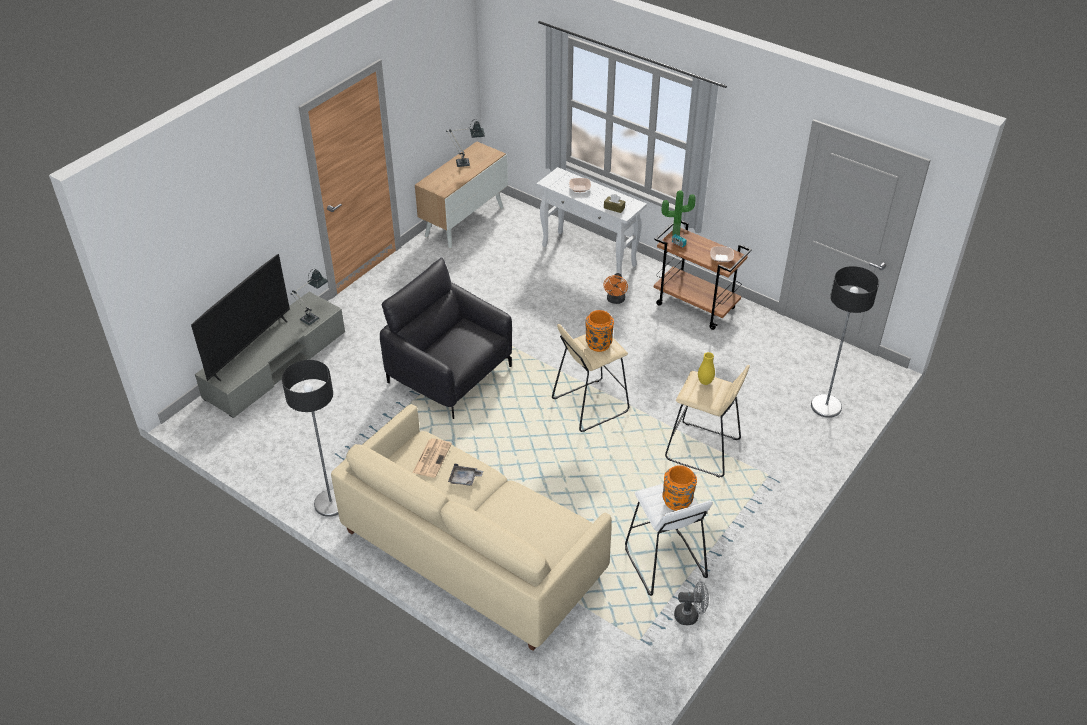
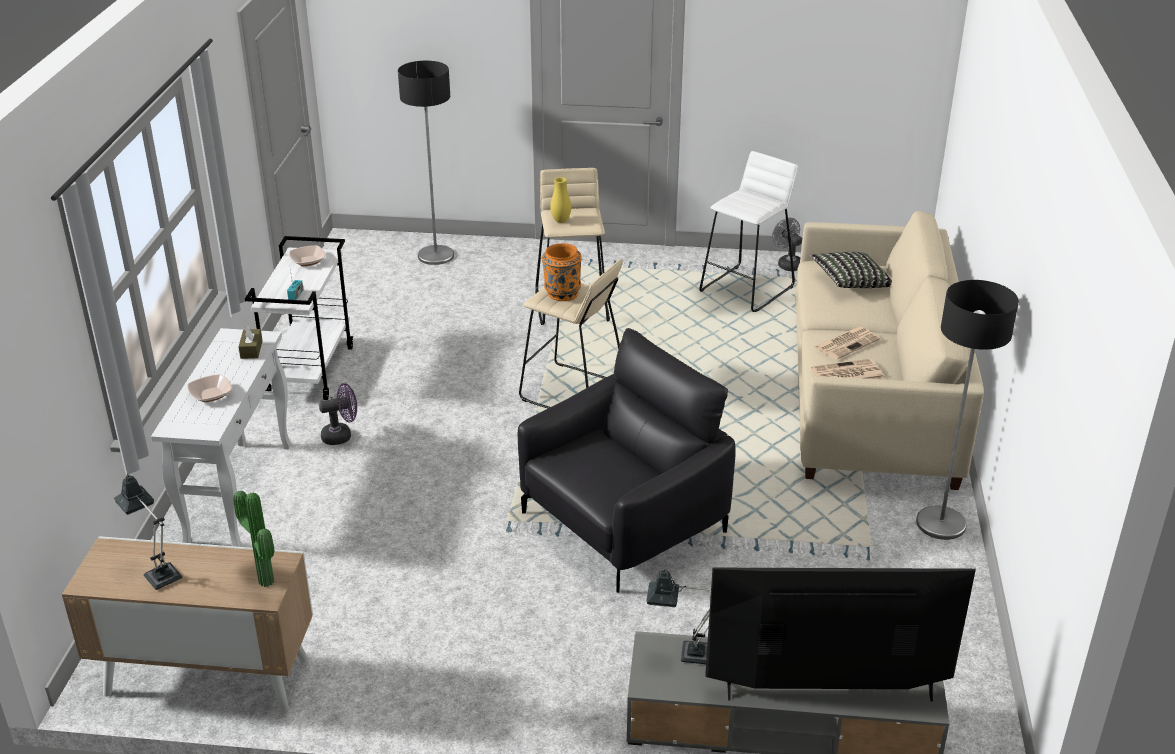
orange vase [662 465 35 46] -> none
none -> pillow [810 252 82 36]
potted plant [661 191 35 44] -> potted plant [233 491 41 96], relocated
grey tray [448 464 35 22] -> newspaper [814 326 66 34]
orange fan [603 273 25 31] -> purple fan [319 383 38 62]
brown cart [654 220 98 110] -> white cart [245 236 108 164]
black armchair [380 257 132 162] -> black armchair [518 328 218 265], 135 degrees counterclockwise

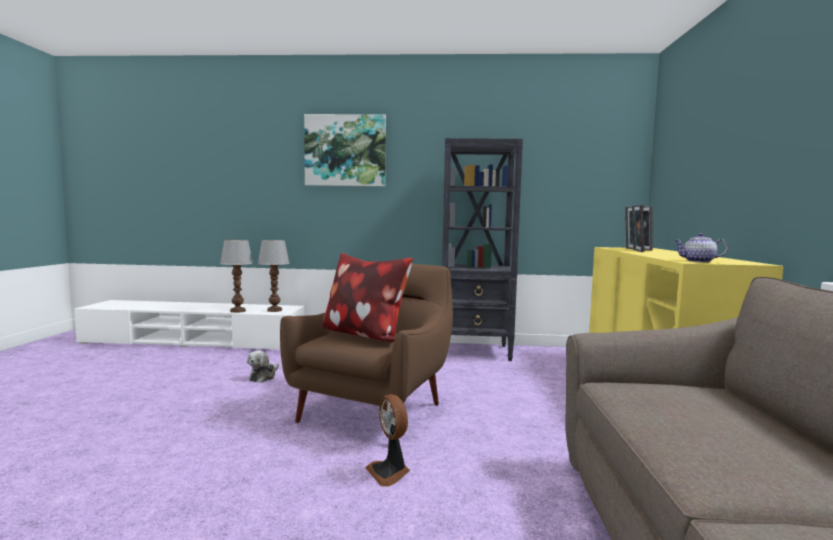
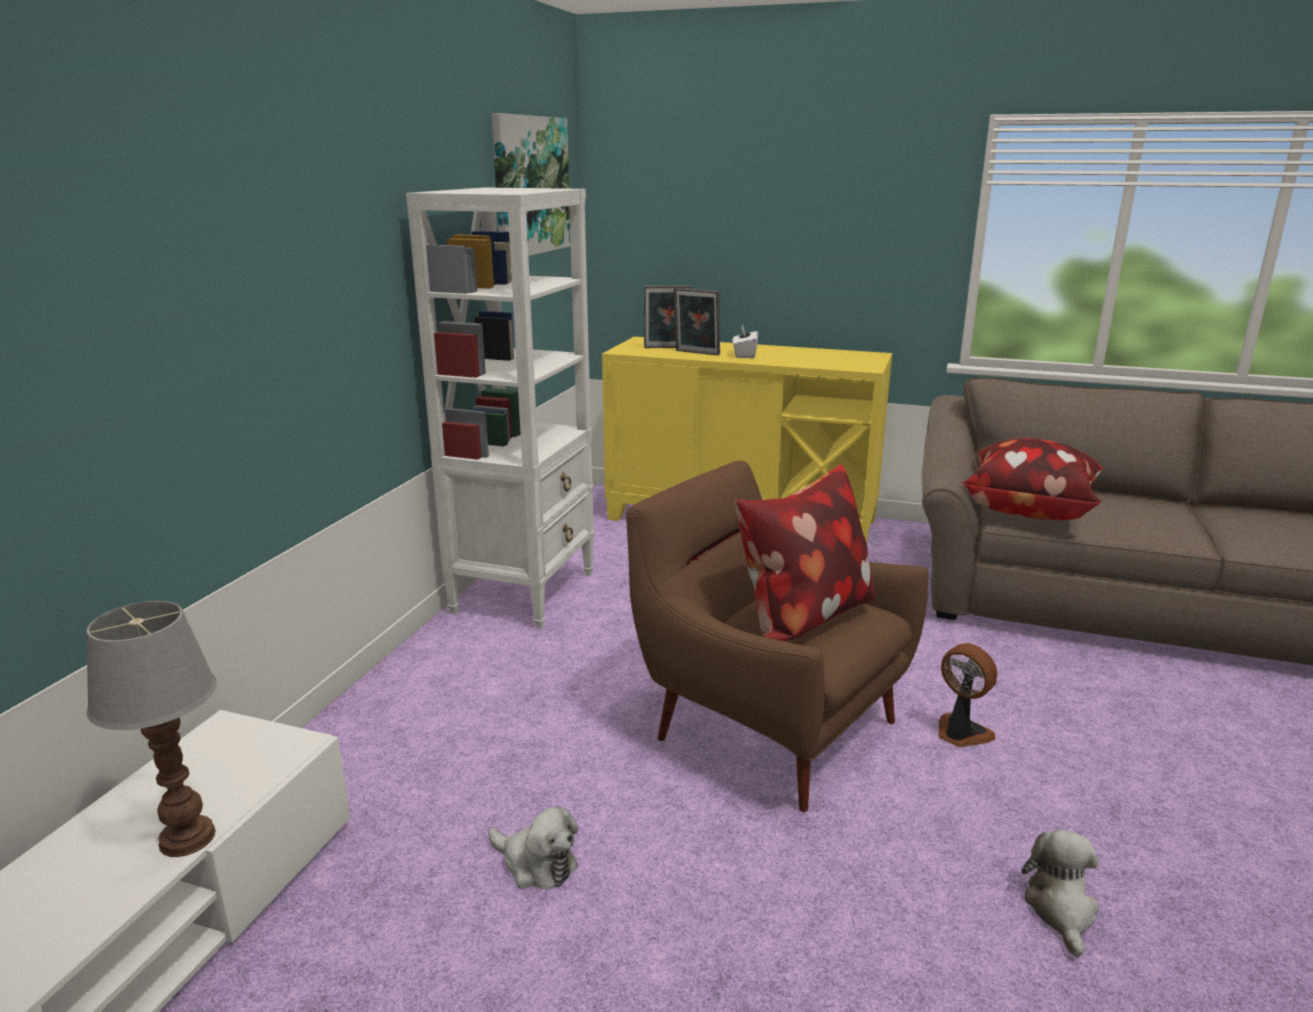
table lamp [258 240 32 72] -> none
teapot [674 233 54 29] -> none
none -> white tissue box [733 325 25 33]
none -> pillow [961 438 142 82]
none -> plush toy [1021 830 78 128]
picture [304 114 82 73] -> picture [491 113 80 143], relocated
black bookcase [442 138 81 223] -> white bookcase [406 187 189 442]
fan [365 394 45 93] -> fan [938 643 59 104], 120 degrees counterclockwise

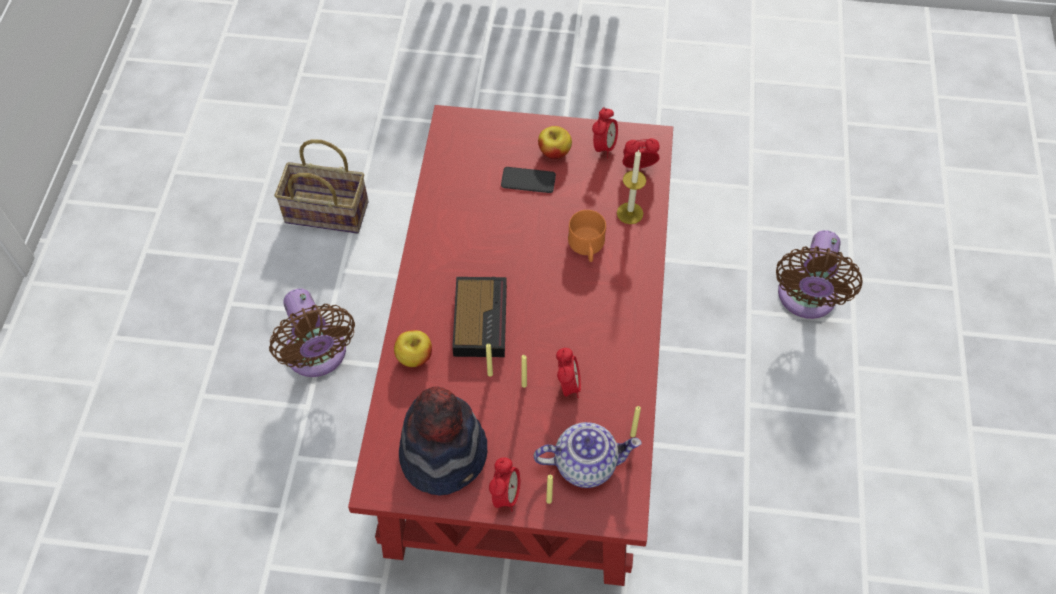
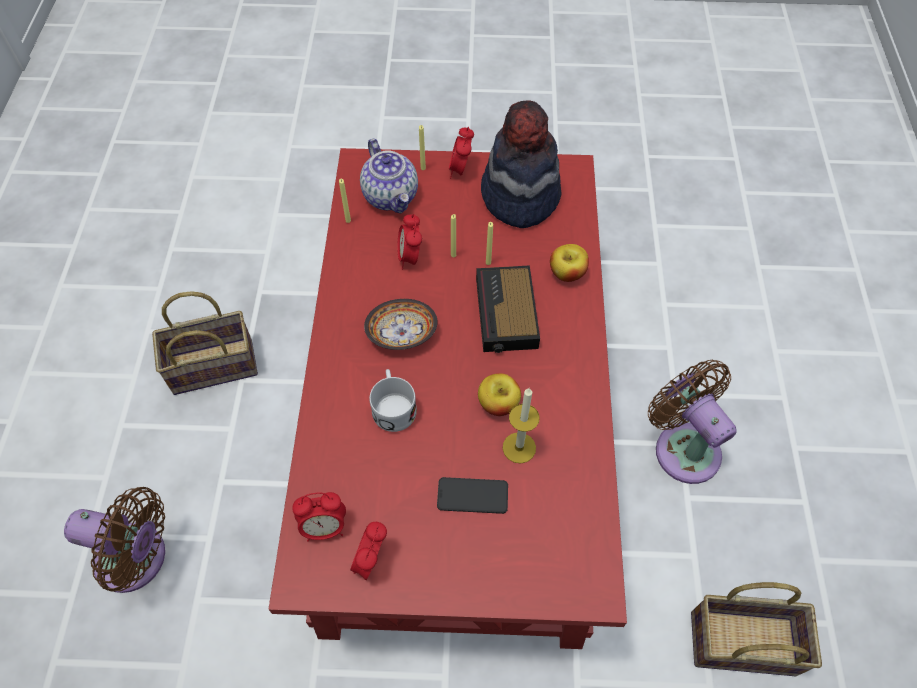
none -> basket [152 291 106 104]
none -> bowl [364 299 74 51]
apple [538 126 34 33] -> apple [478 373 43 43], relocated
candle [617 149 29 75] -> candle [503 388 37 75], relocated
orange mug [568 210 38 52] -> white mug [370 369 47 63]
teapot [534 422 107 66] -> teapot [360 139 58 74], 105 degrees counterclockwise
brown fan [776 230 86 89] -> brown fan [64 487 101 106], 90 degrees clockwise

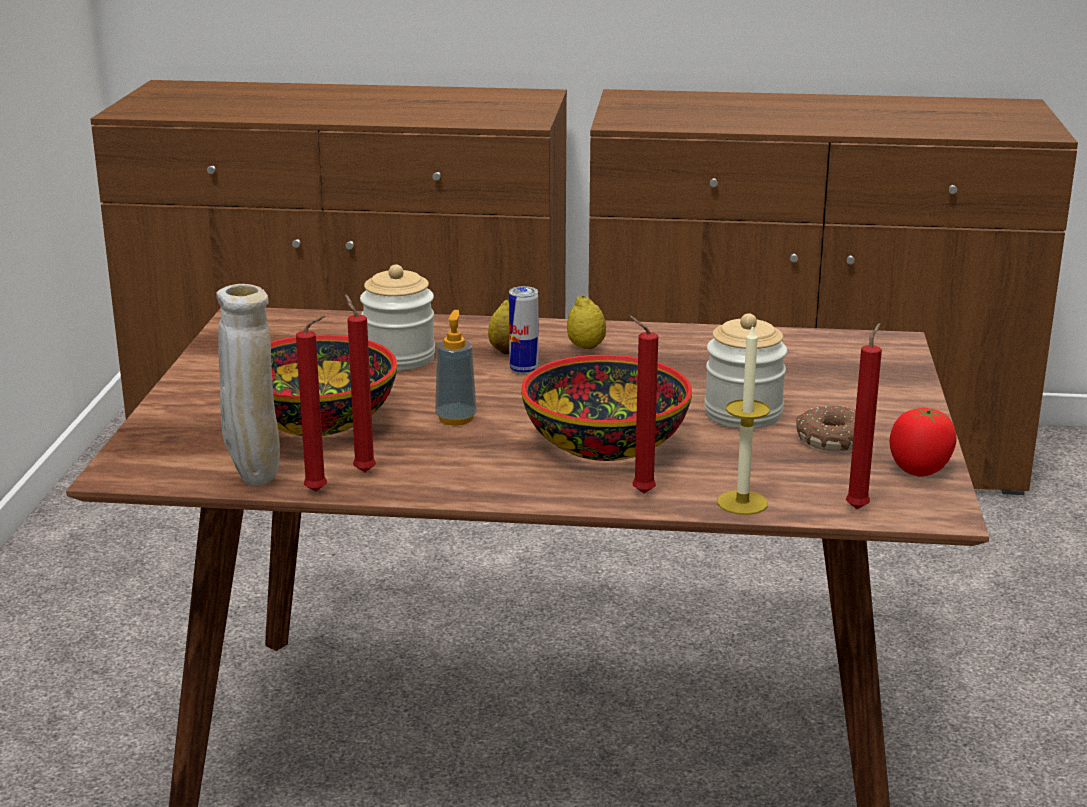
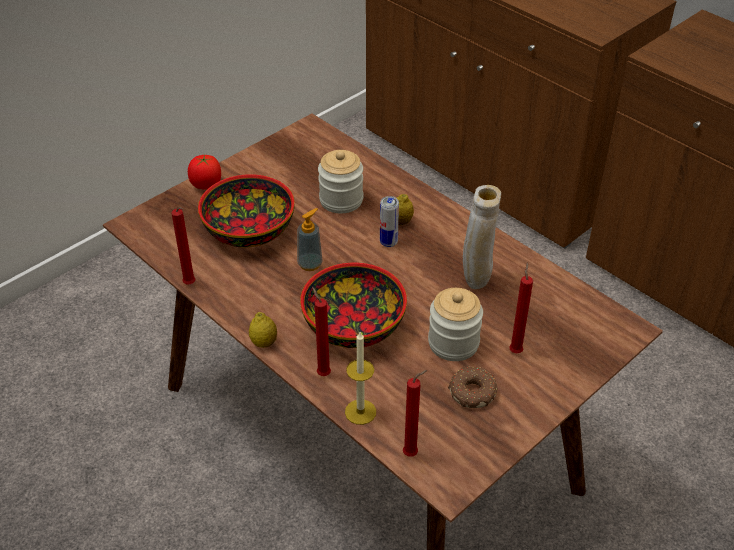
beige vase [216 284 64 202] -> beige vase [463 185 38 104], relocated
red candle [345 294 31 178] -> red candle [509 262 24 91], relocated
lemon [567 296 39 53] -> lemon [249 312 28 36], relocated
tomato [889 408 68 68] -> tomato [188 155 33 34], relocated

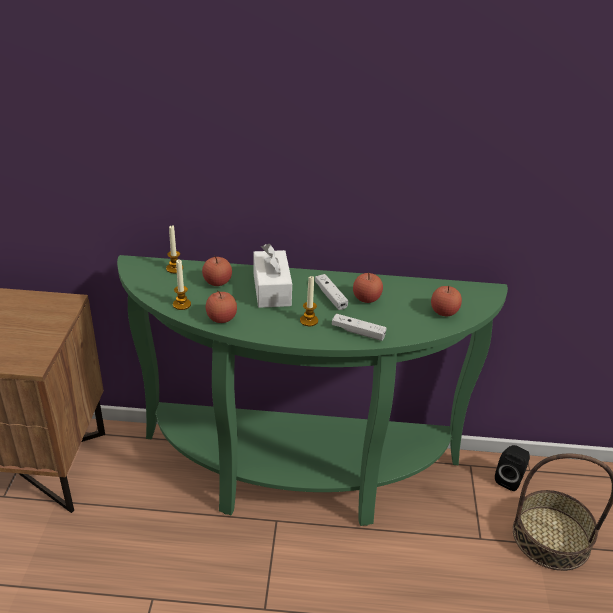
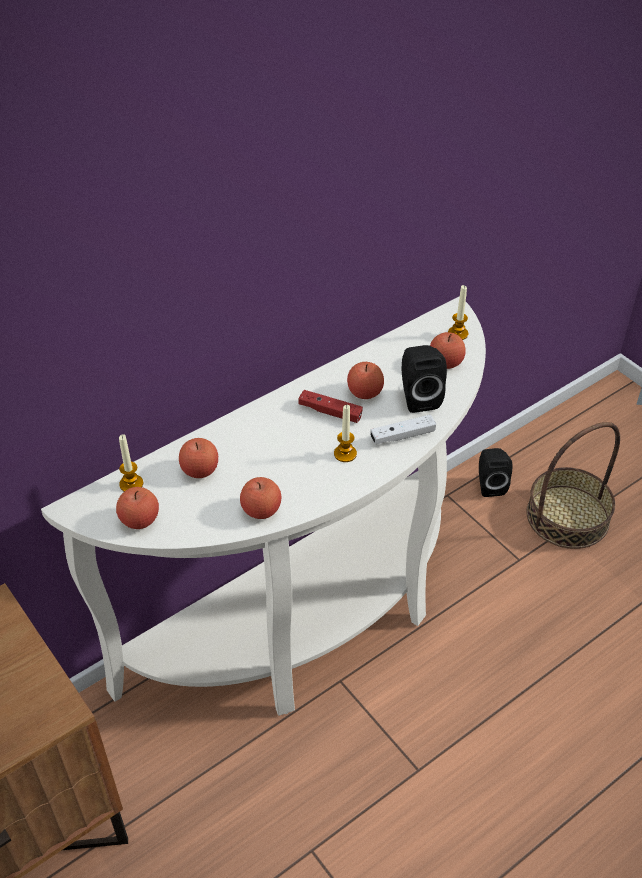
white tissue box [253 244 39 64] -> none
none -> apple [116 487 43 42]
none -> black speaker [402 345 45 68]
candle [173 259 18 51] -> candle [448 285 20 55], relocated
green console table [117 255 391 271] -> white console table [41 296 445 420]
white game controller [315 274 33 36] -> red game controller [298 390 65 33]

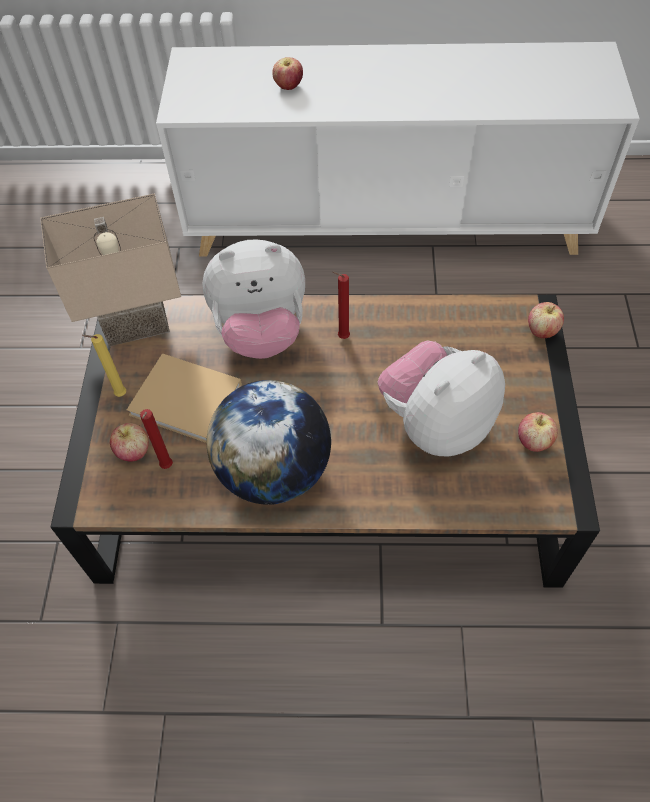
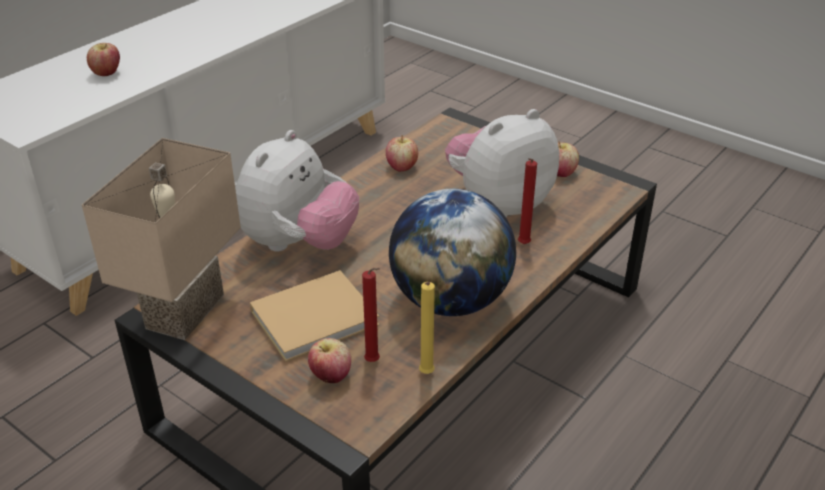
yellow candle [82 334 44 63] -> yellow candle [419 282 16 92], relocated
red candle [332 272 18 67] -> red candle [518 158 19 86], relocated
apple [528 302 36 36] -> apple [386 135 32 36], relocated
plush toy [378 341 127 116] -> plush toy [445 109 114 108], 60 degrees clockwise

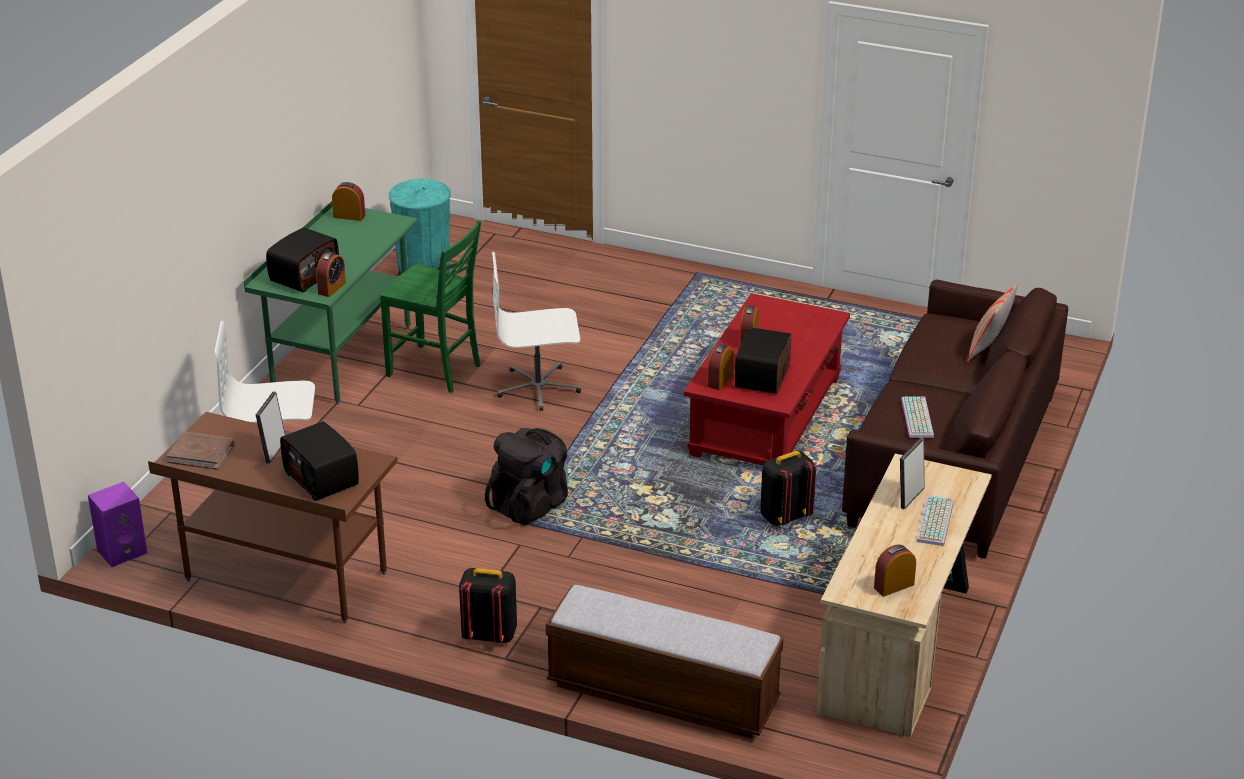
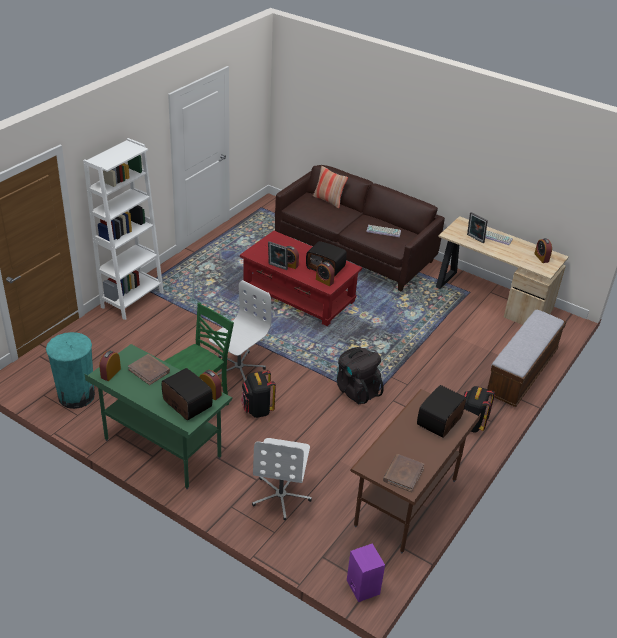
none -> white bookcase [83 138 81 182]
none -> brown book [128 354 42 31]
picture frame [256 392 29 72] -> picture frame [268 242 20 28], relocated
black backpack [760 450 56 76] -> black backpack [241 370 35 48], relocated
radio [280 421 79 80] -> radio [417 385 49 53], 150 degrees clockwise
white office chair [492 252 89 159] -> white office chair [209 280 62 101], 150 degrees counterclockwise

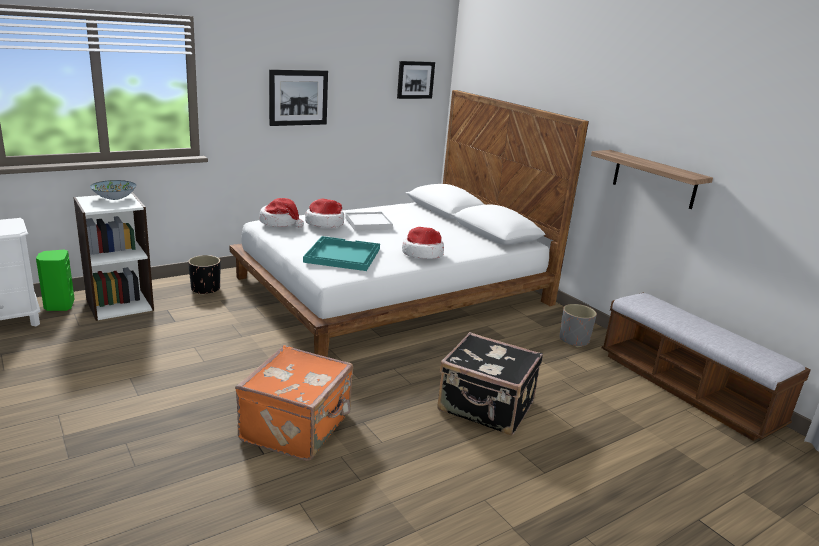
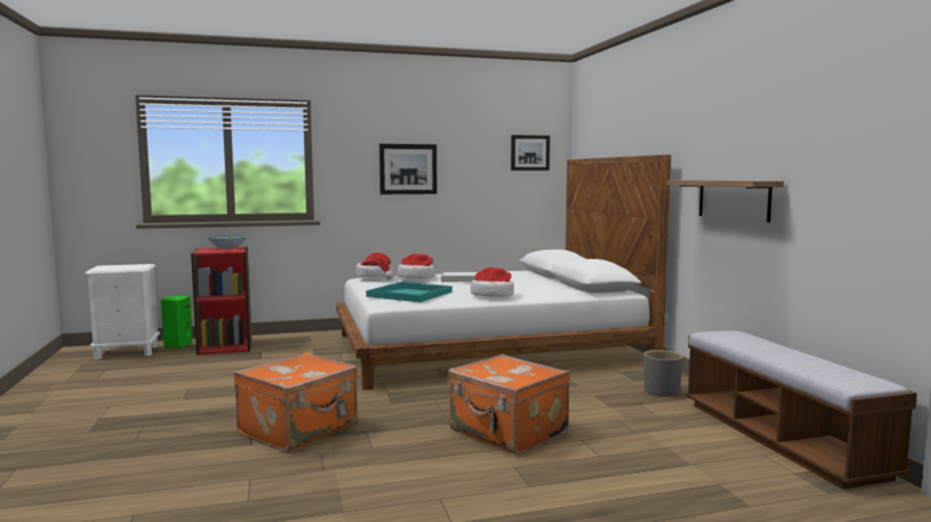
black planter [188 255 32 40] -> none
white bookcase [73 192 81 129] -> red bookcase [191 247 61 108]
black suitcase [437 332 106 104] -> orange suitcase [447 354 123 101]

